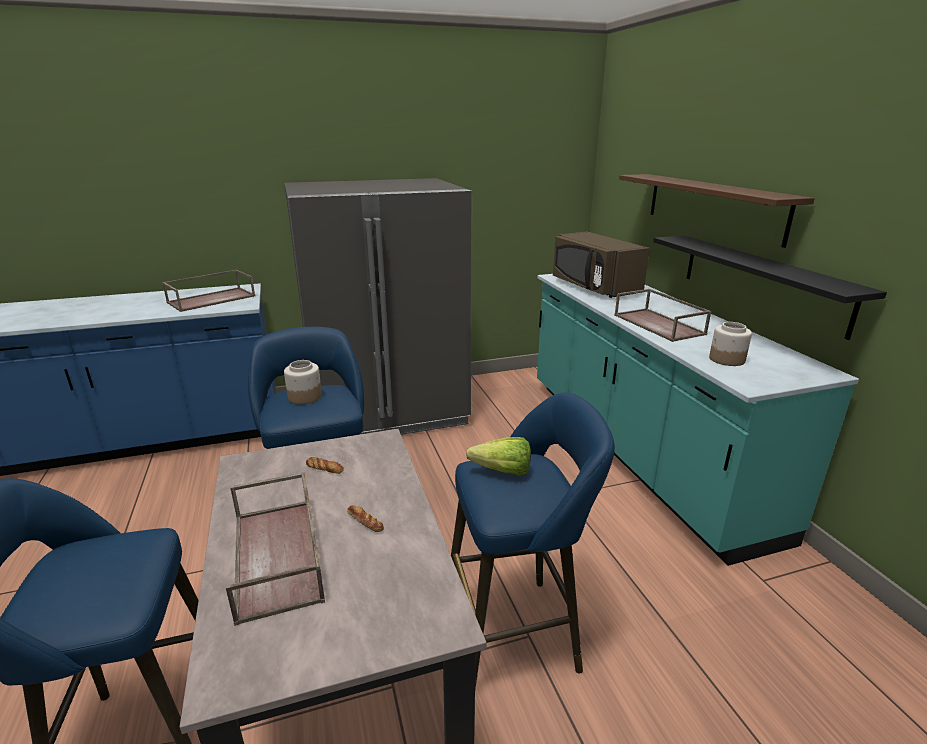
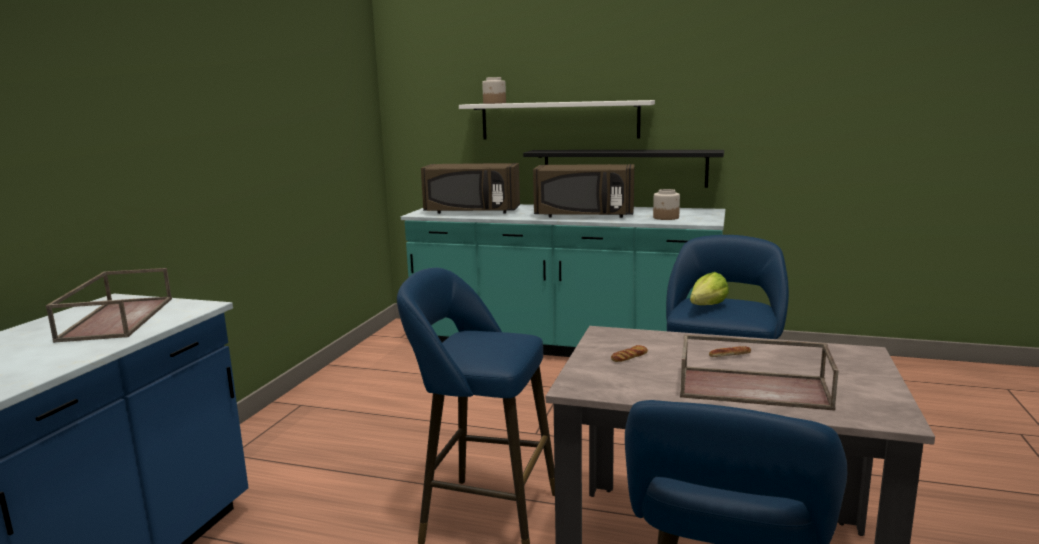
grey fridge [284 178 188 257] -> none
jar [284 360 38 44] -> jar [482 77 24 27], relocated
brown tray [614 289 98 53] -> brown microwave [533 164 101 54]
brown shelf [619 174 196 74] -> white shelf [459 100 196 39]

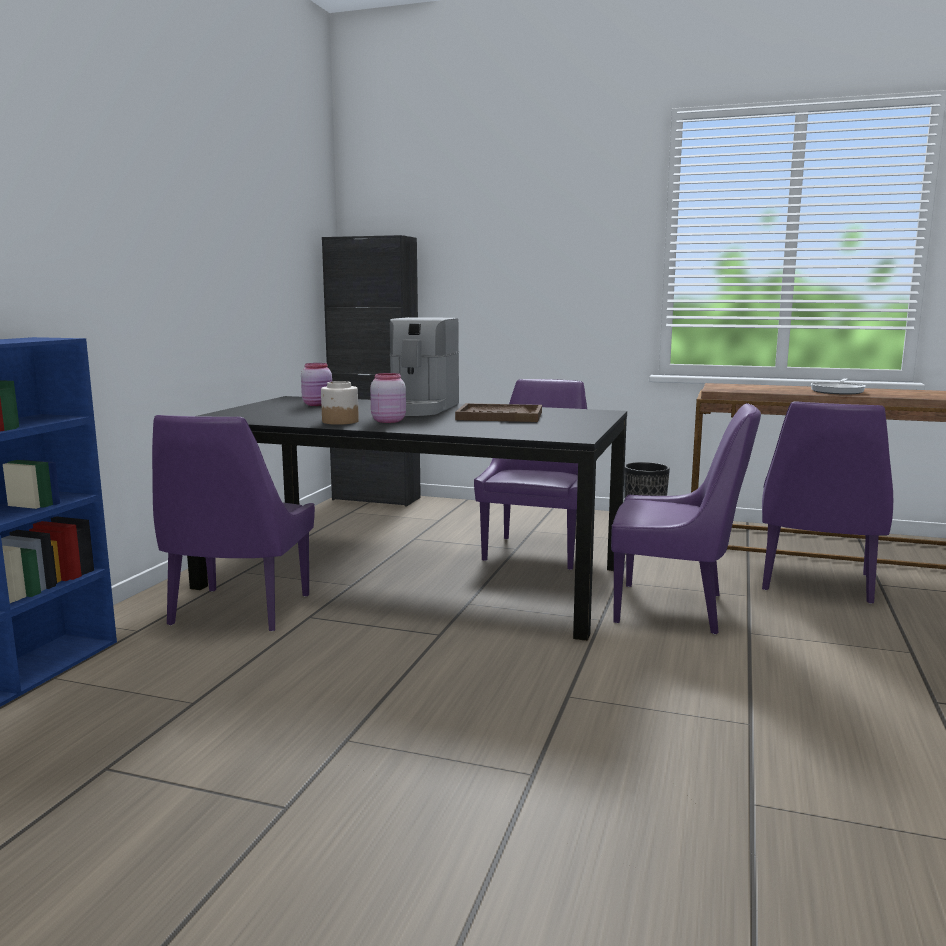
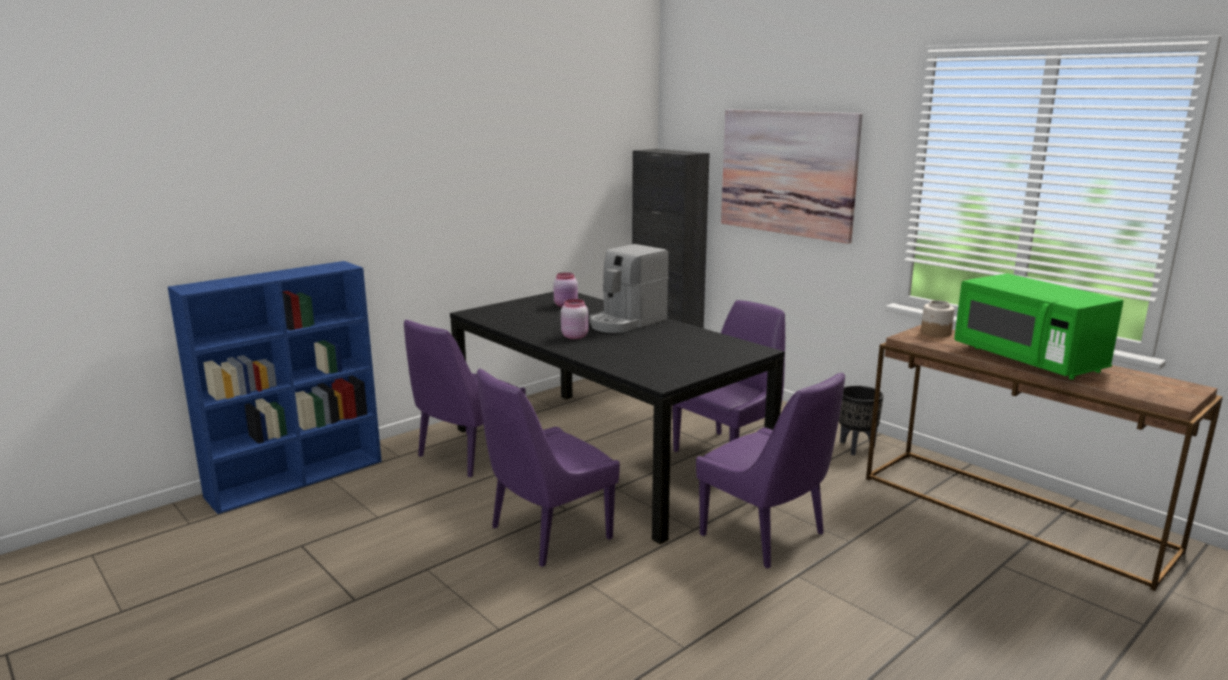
brown tray [455 403 87 19] -> none
none -> picture [721 110 142 134]
jar [321 381 38 44] -> jar [921 300 34 37], relocated
purple chair [762 401 131 203] -> purple chair [477 368 143 199], relocated
frying pan [811 379 55 16] -> green microwave [954 273 169 107]

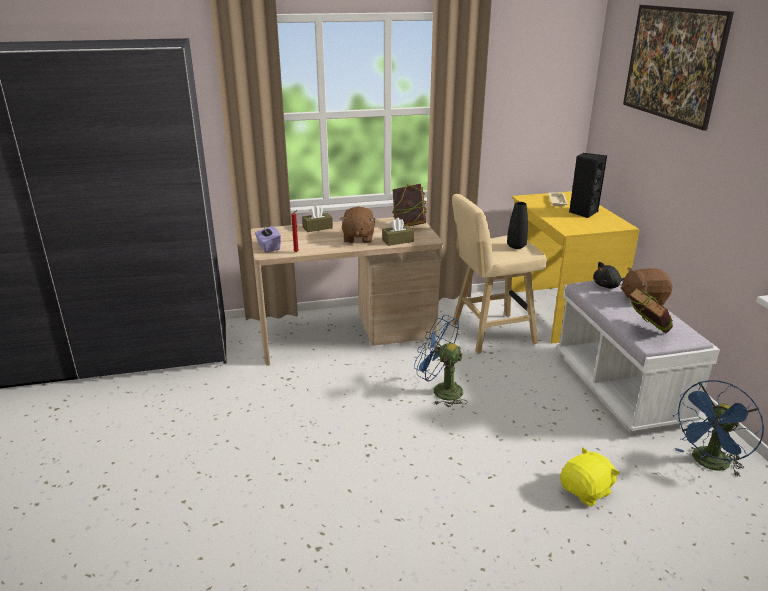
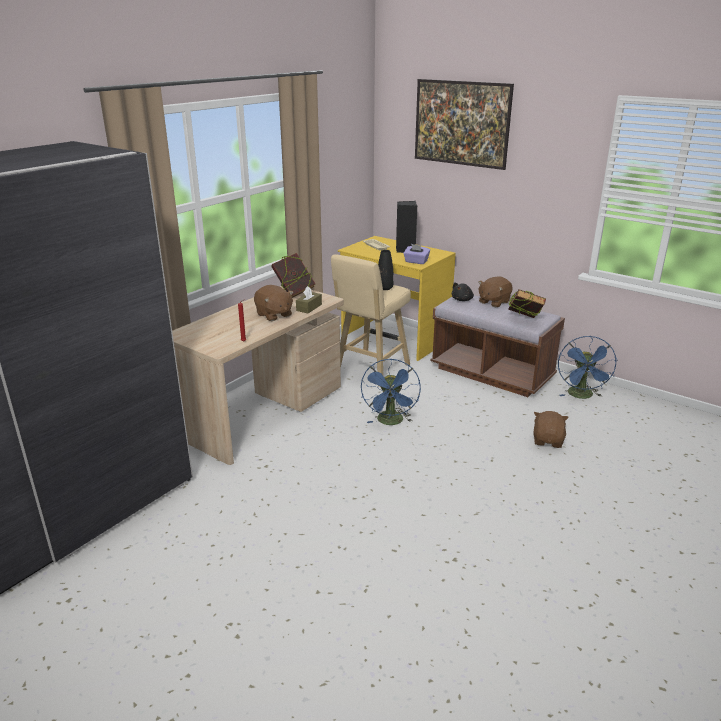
brown tissue box [302 206 31 26] -> none
purple tissue box [255 226 26 26] -> purple tissue box [403 244 27 20], relocated
white bench [556 280 164 153] -> brown bench [430 295 135 102]
yellow plush toy [560 447 60 60] -> brown plush toy [534 411 35 37]
blue fan [414 315 54 92] -> blue fan [361 359 60 66], 75 degrees counterclockwise

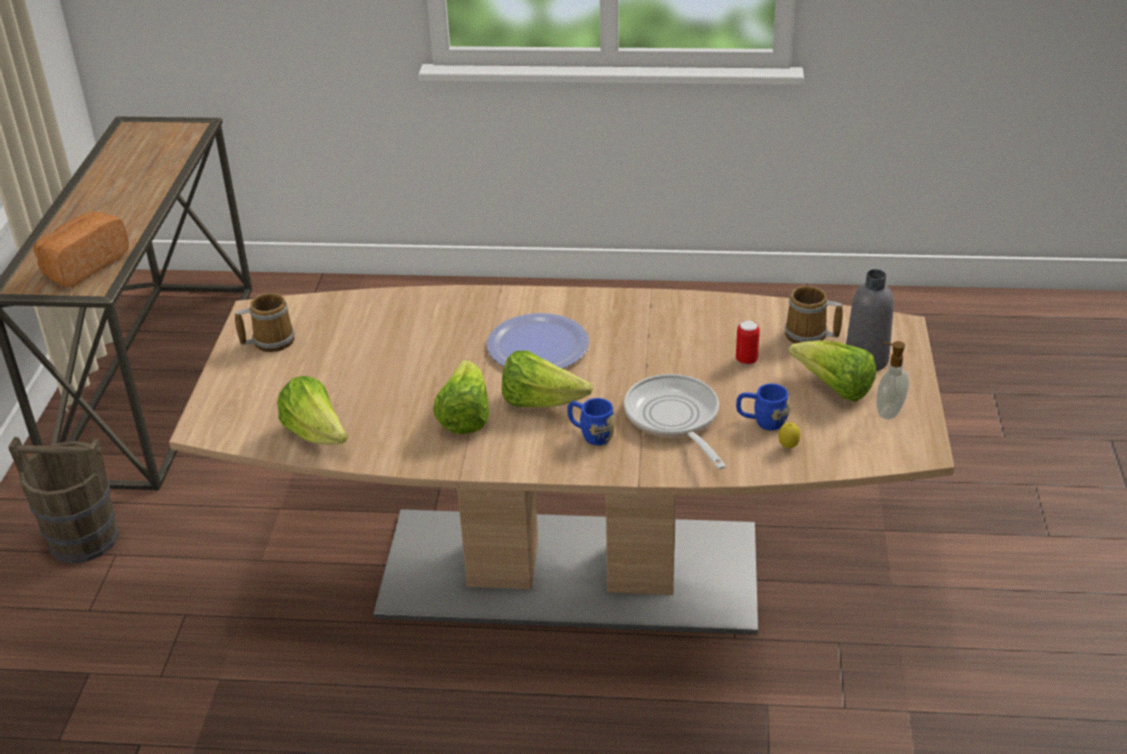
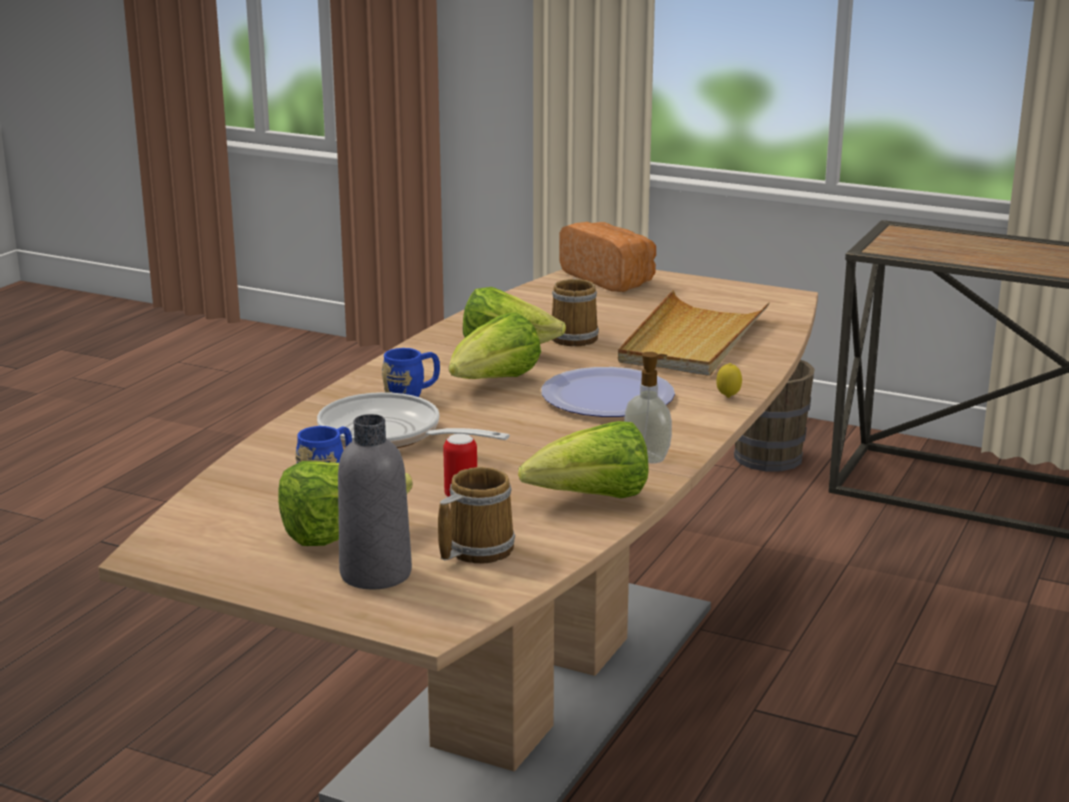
none -> beige tray [618 290 152 86]
bread [34 212 95 75] -> bread [559 222 97 70], relocated
mug [235 293 60 59] -> mug [552 278 47 68], relocated
lettuce [277 376 71 69] -> lettuce [518 421 131 77], relocated
lemon [778 422 22 26] -> lemon [716 363 26 35], relocated
soap dispenser [877 341 32 78] -> soap dispenser [624 352 48 112], relocated
frying pan [624 374 102 96] -> frying pan [317 392 193 56], 150 degrees counterclockwise

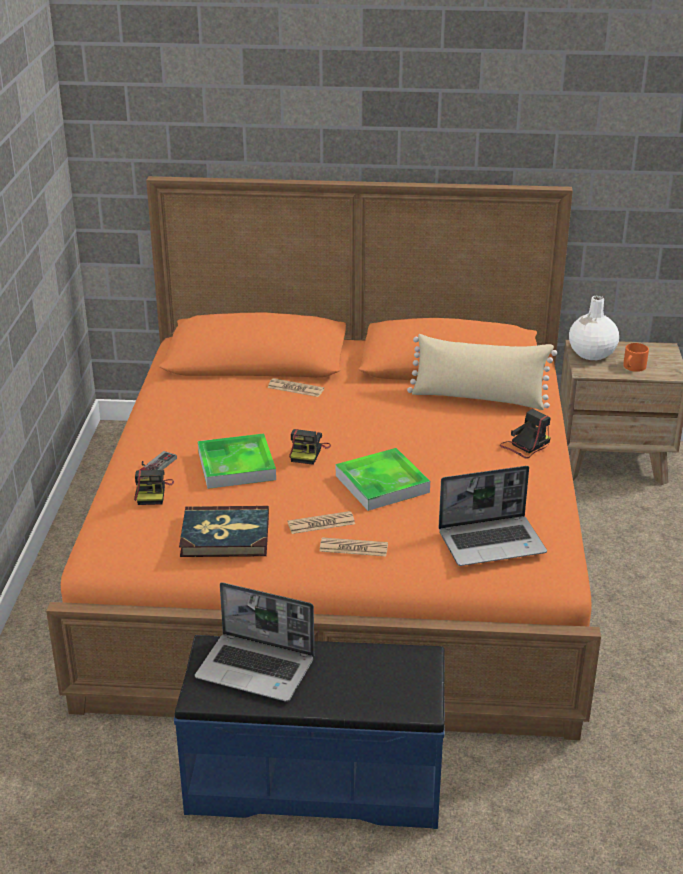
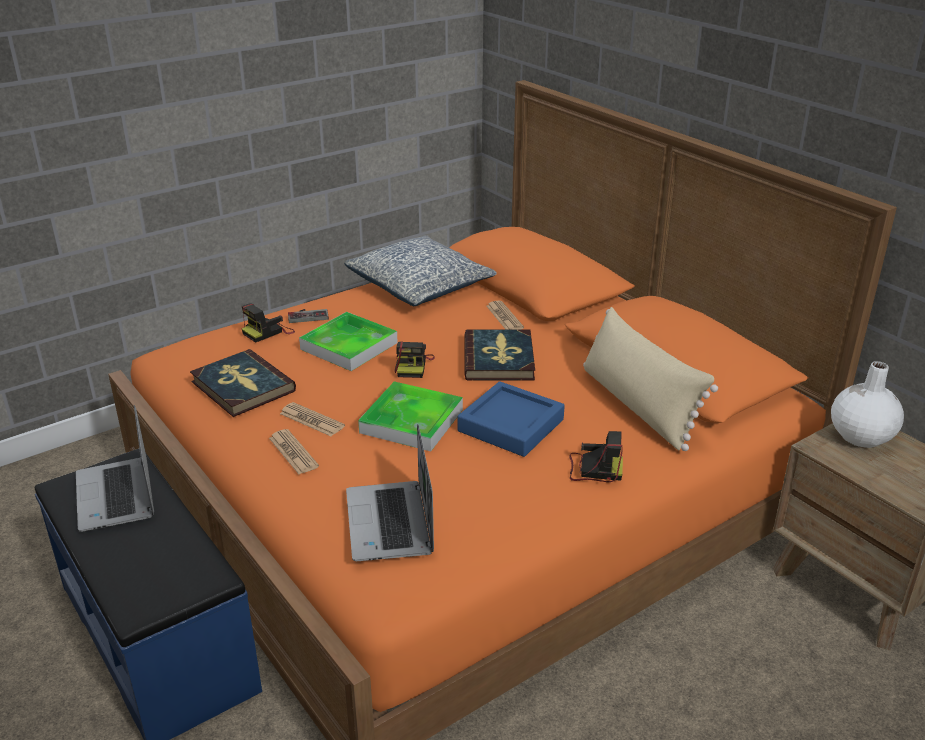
orange mug [623 343 26 29] -> none
none -> pillow [344 235 153 71]
none -> blue tray [458 381 107 76]
none -> book [465 329 70 51]
photo camera [289 429 42 36] -> photo camera [394 341 41 37], 60 degrees counterclockwise
laptop [438 466 109 100] -> laptop [346 424 88 137], 45 degrees clockwise

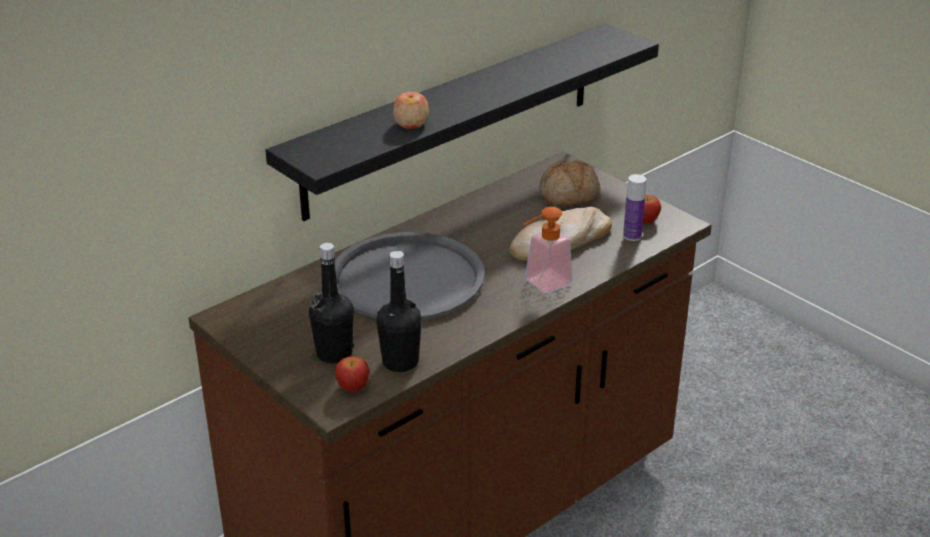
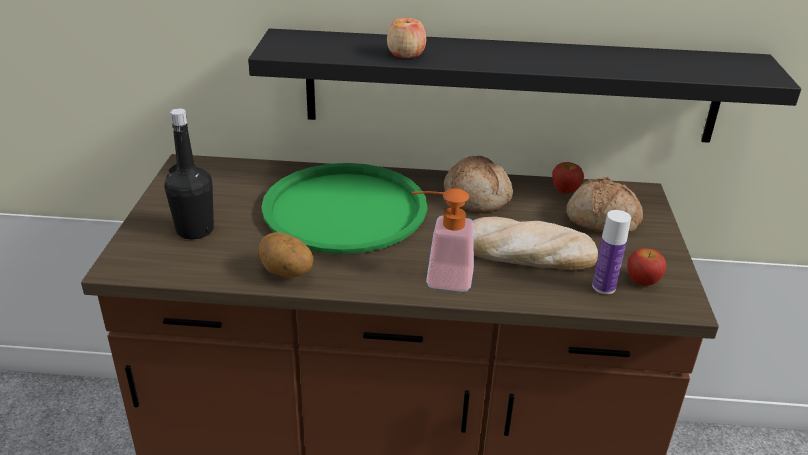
black bottle [376 251 46 121] -> none
none -> potato [258 232 56 46]
none -> bread [444 156 69 57]
apple [335 356 35 36] -> apple [552 162 32 32], relocated
grey tray [335 232 150 88] -> green tray [261 163 166 91]

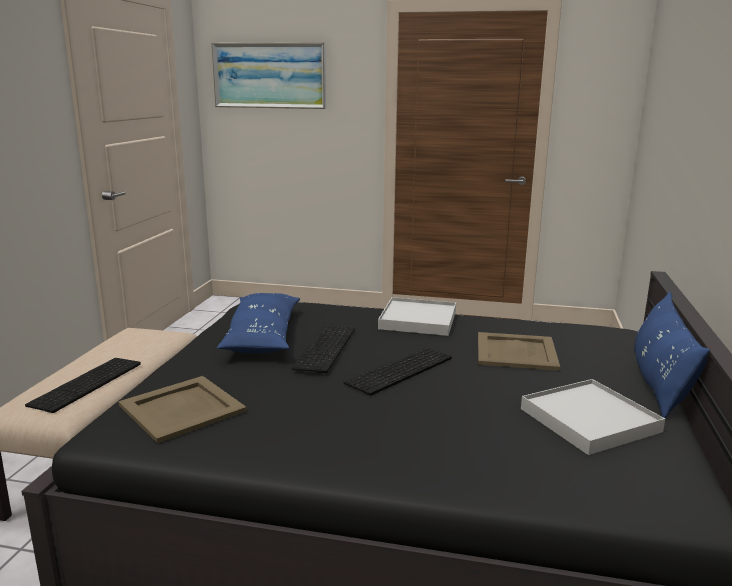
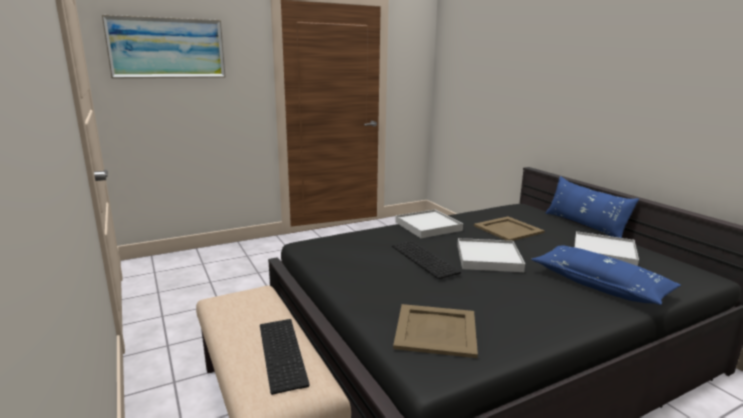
blue pillow [217 293 83 60] -> blue pillow [531 245 150 60], relocated
keyboard [344 347 108 49] -> white tray [457 238 68 34]

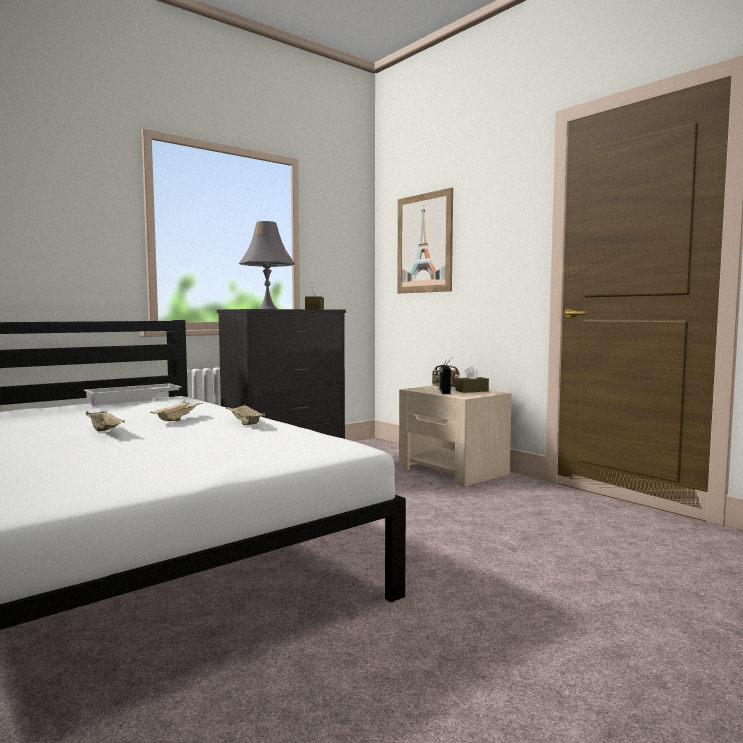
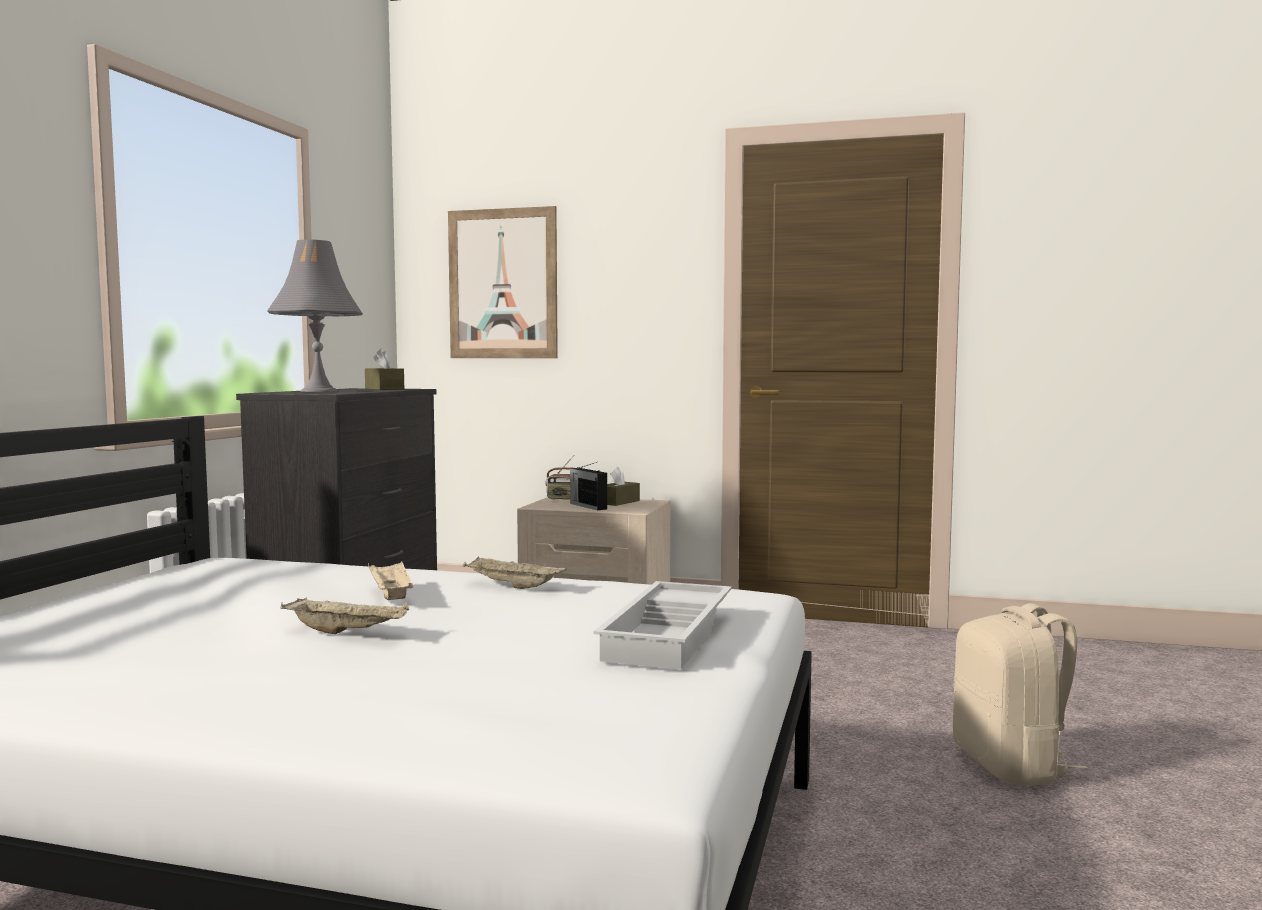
none -> beige backpack [953 603 135 183]
white tray [84 383 98 22] -> white tray [594 581 138 88], relocated

